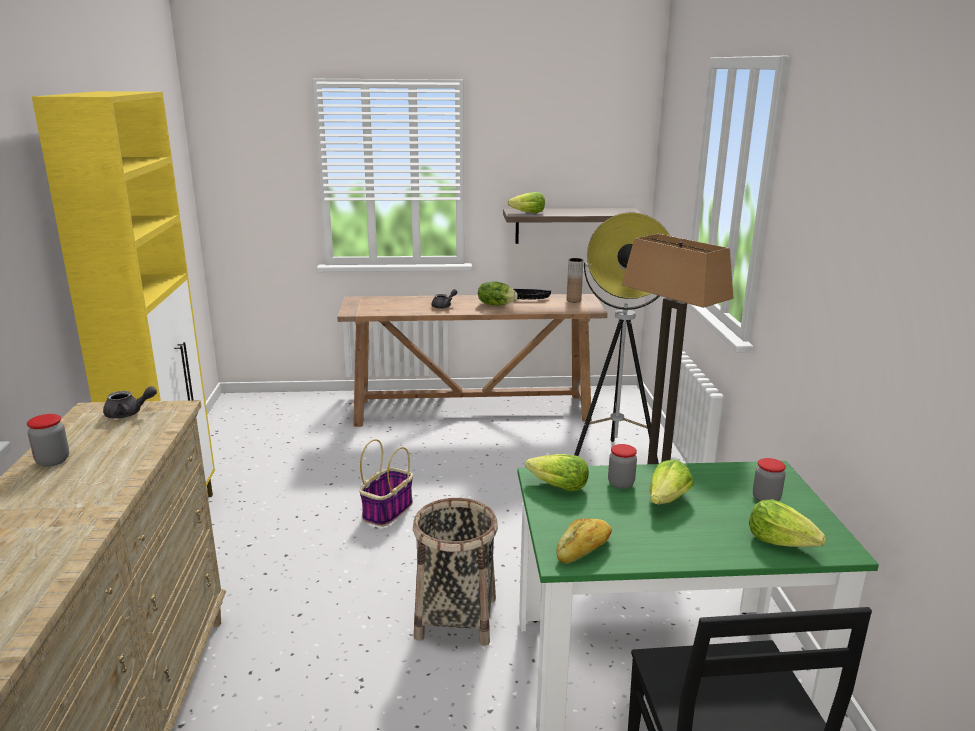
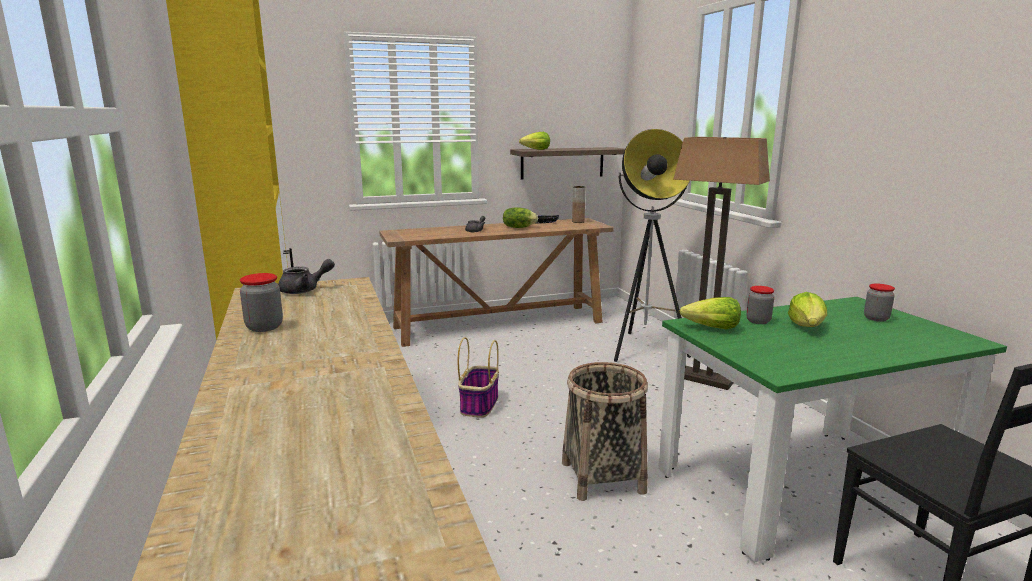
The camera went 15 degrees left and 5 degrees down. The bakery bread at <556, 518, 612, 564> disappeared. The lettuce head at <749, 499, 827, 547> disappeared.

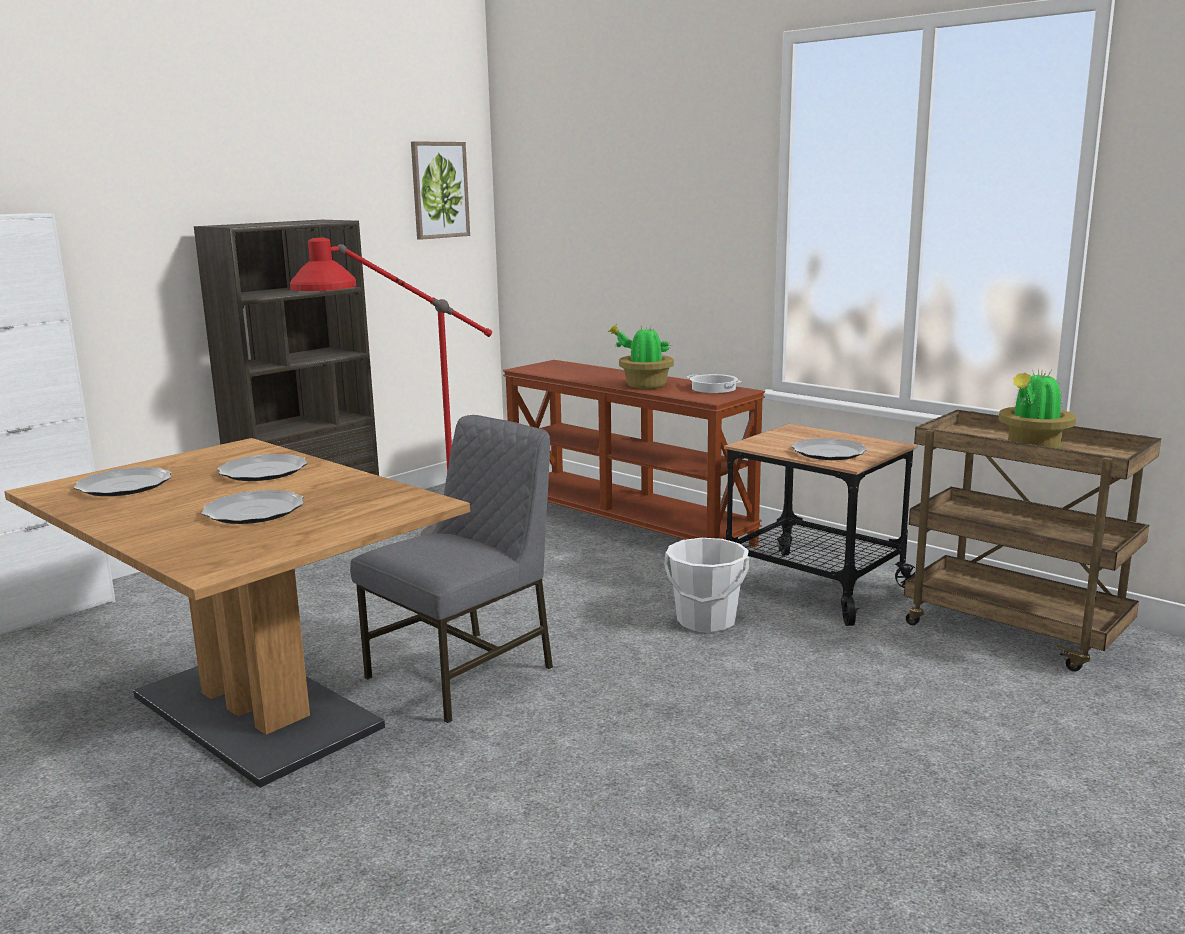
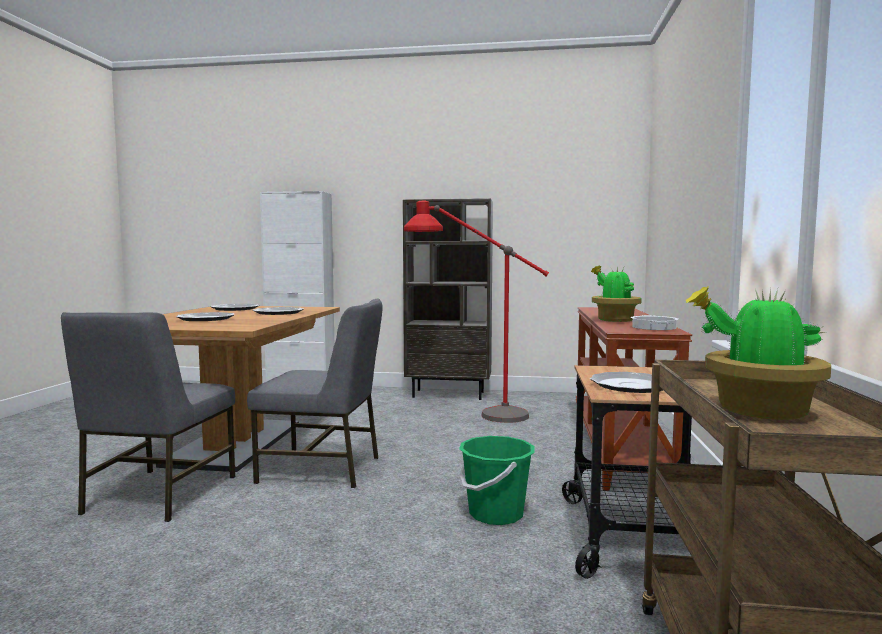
The camera went 55 degrees right and 10 degrees down. The wall art at <411, 141, 470, 240> disappeared. The grey chair at <61, 312, 235, 522> appeared. The white-coloured water bucket at <664, 538, 750, 632> became the green water bucket at <459, 436, 535, 525>.

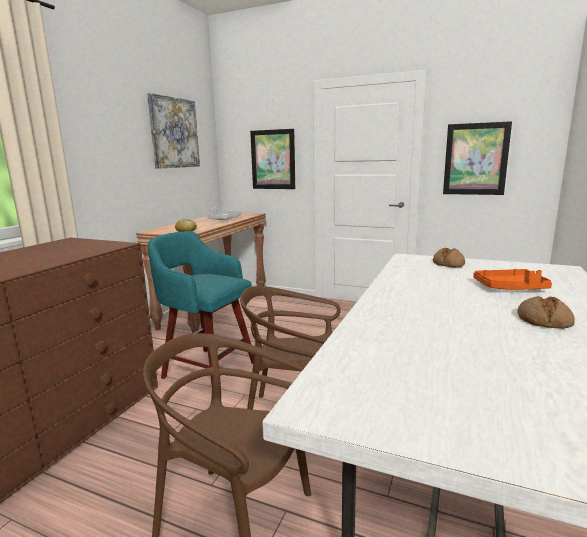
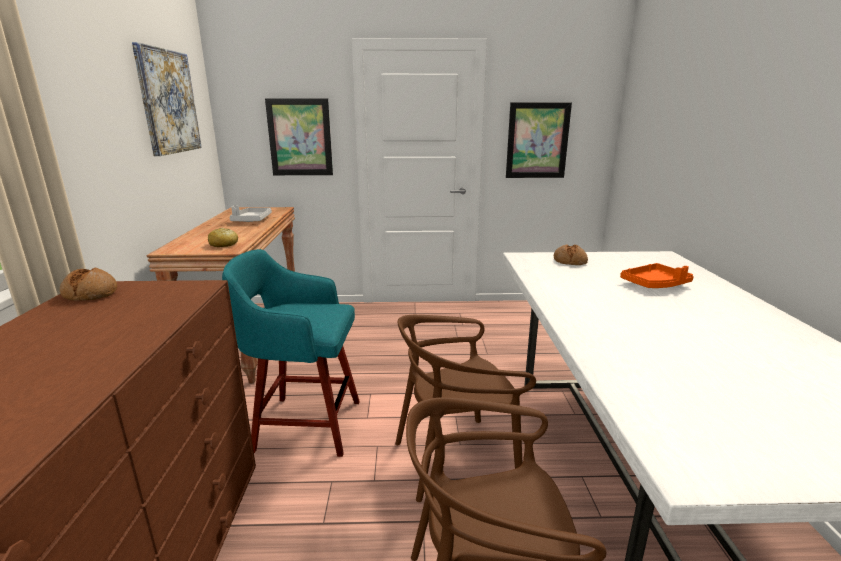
The camera went 25 degrees left and 5 degrees up. The bakery bread moved from <517, 296, 575, 329> to <60, 268, 117, 301>.

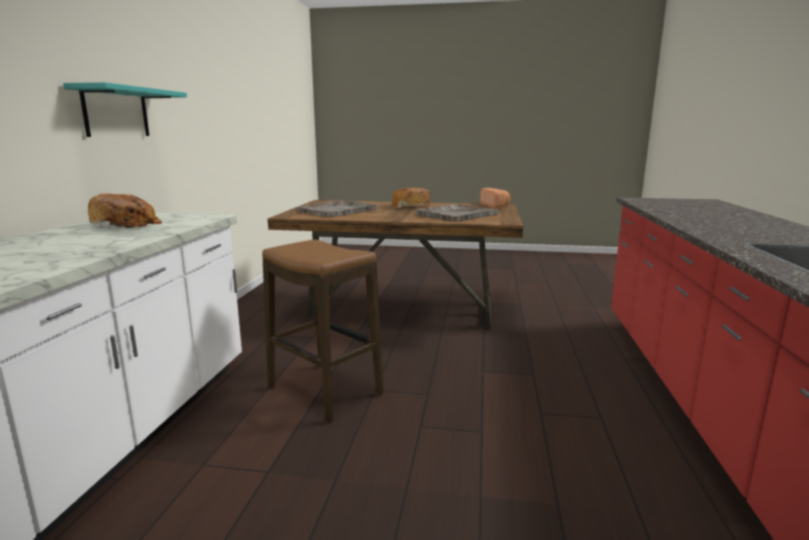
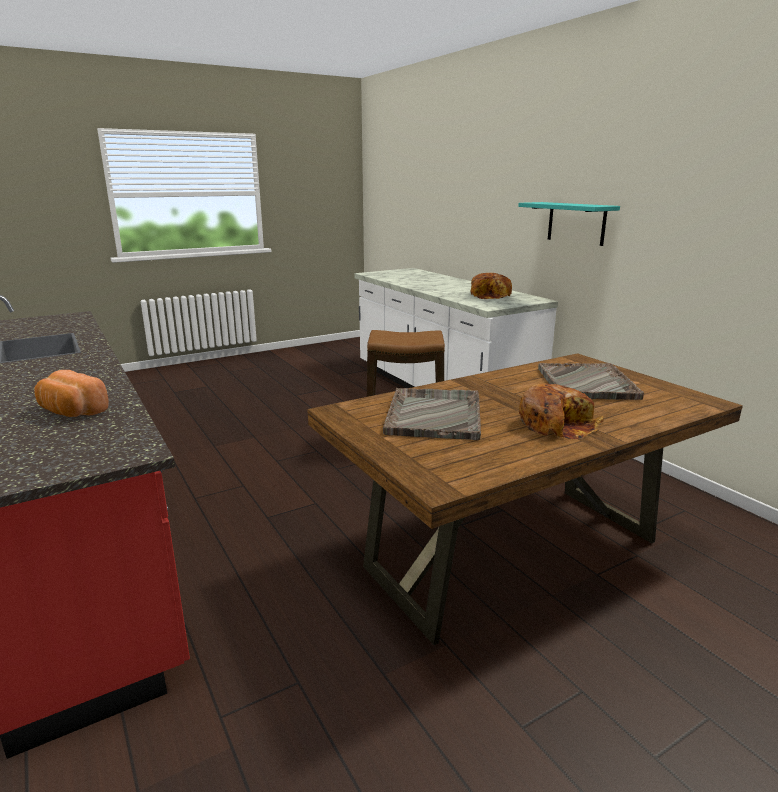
The camera went 140 degrees right and 5 degrees up. The bakery bread moved from <480, 188, 510, 208> to <34, 370, 109, 417>.

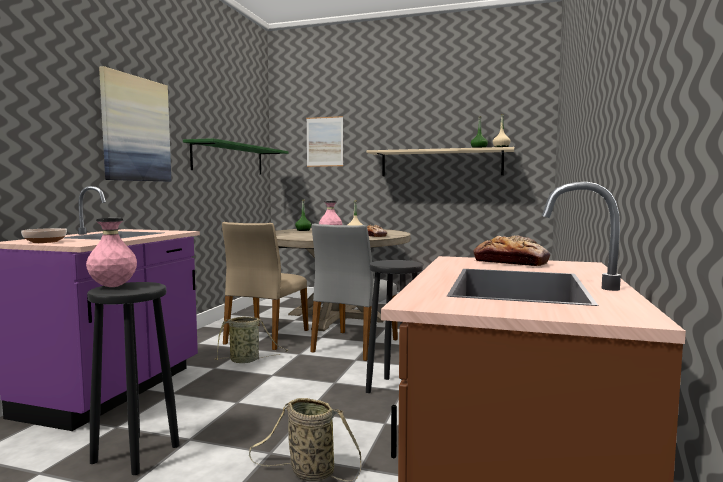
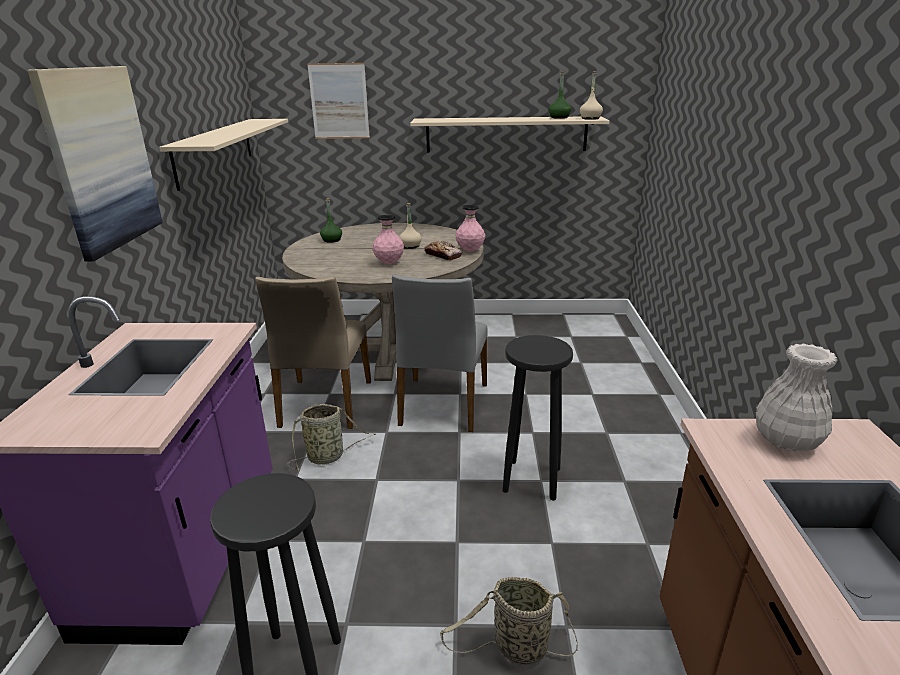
The camera went 15 degrees left and 20 degrees up. The deep dish at <21, 228, 67, 243> disappeared. The pink decorative vase moved from <86, 218, 137, 287> to <456, 205, 485, 252>. The bakery bread at <473, 235, 550, 266> was replaced by the white-coloured decorative vase at <756, 343, 838, 451>. The green bracket shelf at <183, 138, 289, 174> became the beige-coloured bracket shelf at <159, 119, 288, 191>.

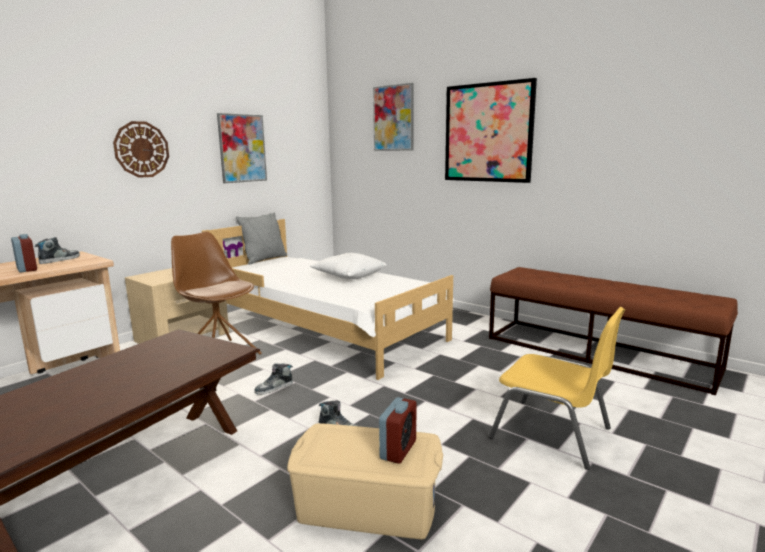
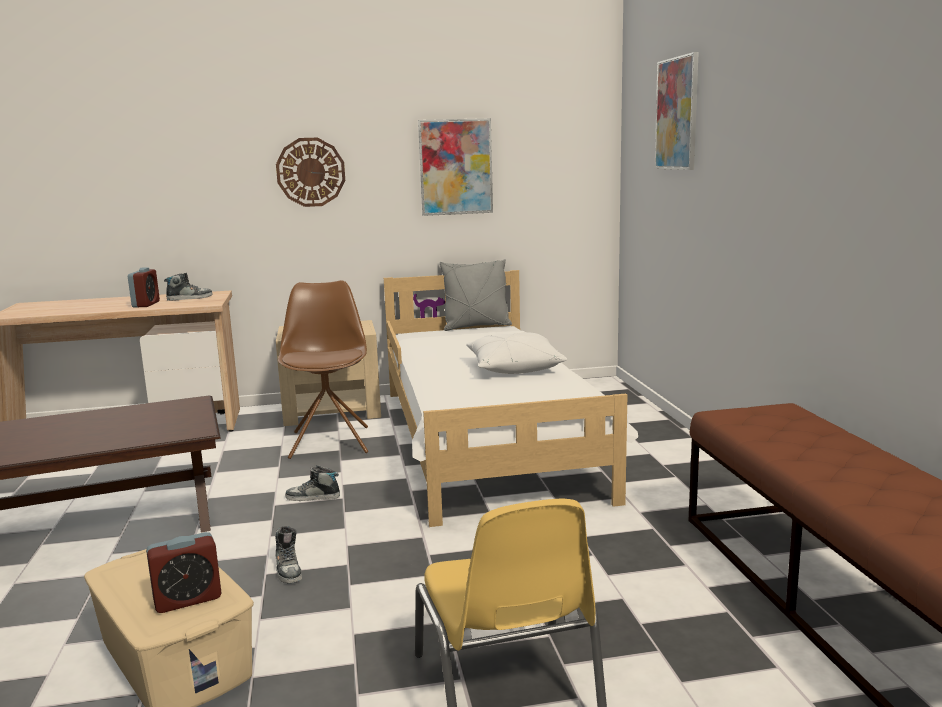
The camera went 40 degrees right and 0 degrees up. The wall art at <445, 78, 537, 183> disappeared.

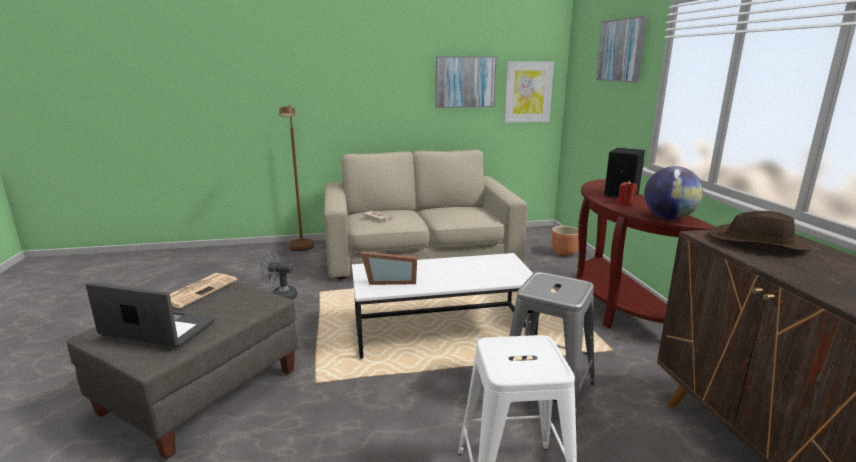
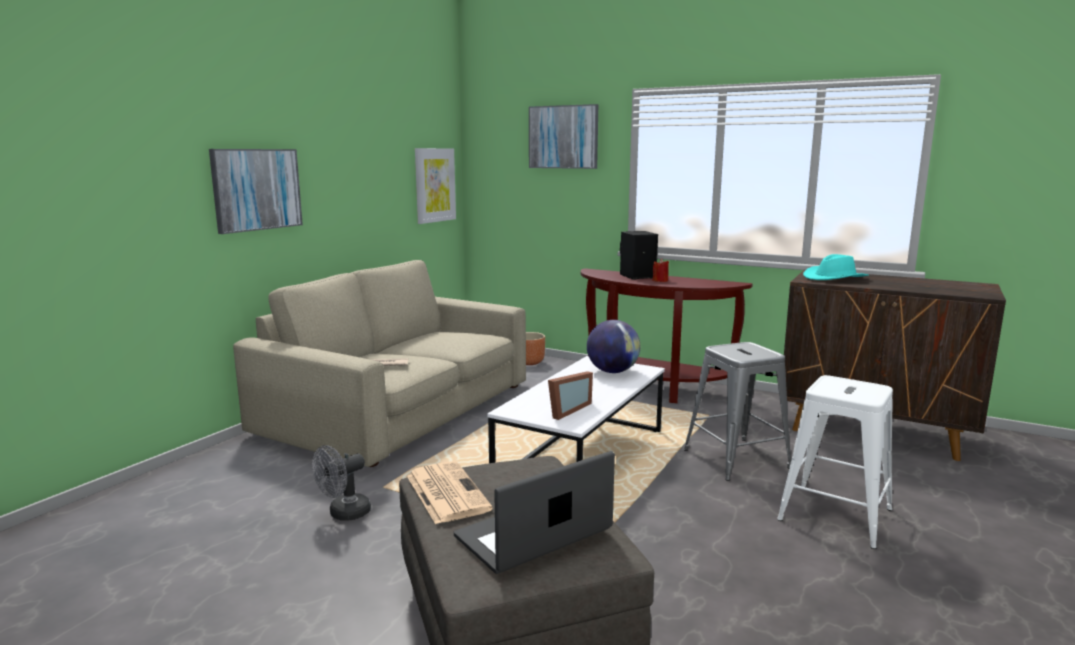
The camera went 50 degrees left and 5 degrees down. The brownish standard lamp at <279, 104, 314, 251> disappeared. The wall art moved from <436, 56, 497, 108> to <209, 149, 303, 234>. The world globe moved from <644, 166, 703, 219> to <587, 320, 640, 373>. The brownish clothing hat at <707, 211, 811, 251> became the turquoise-coloured clothing hat at <803, 254, 869, 280>.

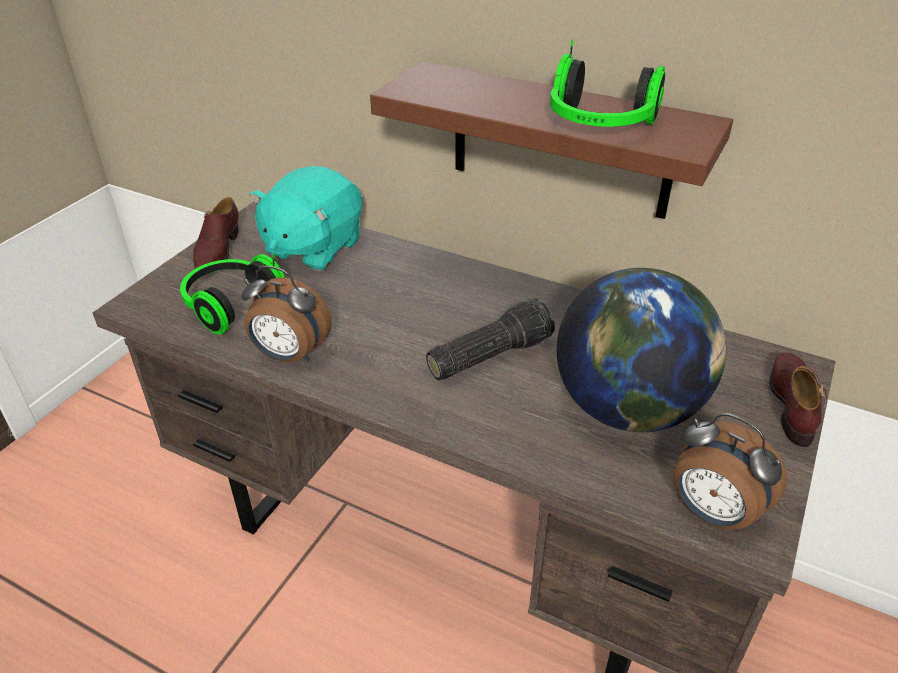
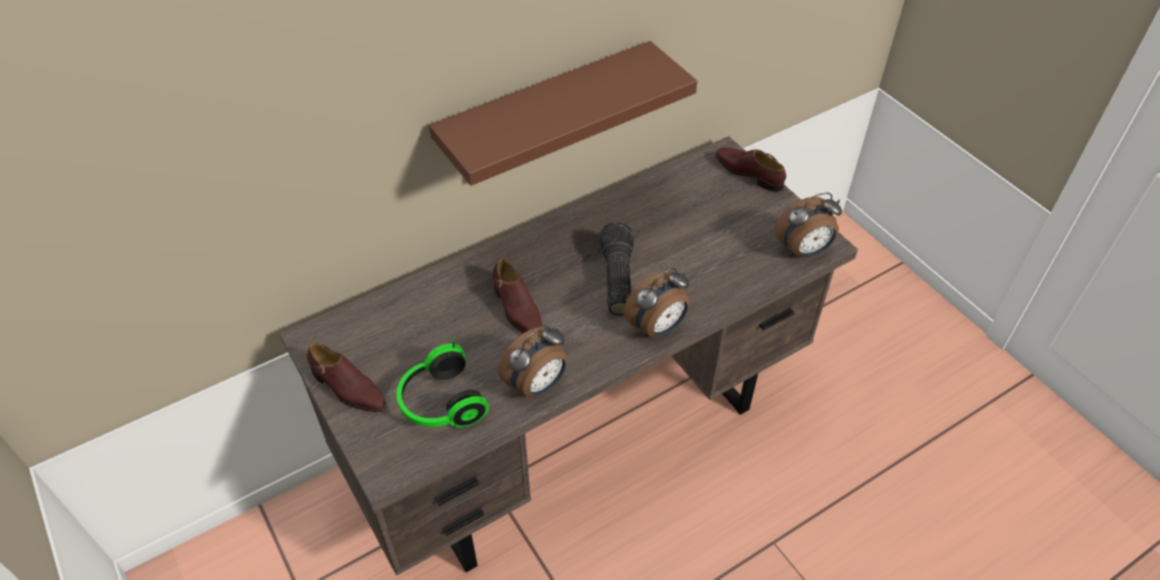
The camera went 60 degrees left and 10 degrees up. The turquoise-coloured plush toy at <249, 166, 362, 271> disappeared. The headset at <550, 40, 665, 127> disappeared. The world globe at <557, 268, 726, 432> disappeared. The brownish shoe at <493, 258, 542, 333> appeared. The bedside clock at <623, 268, 690, 338> appeared.

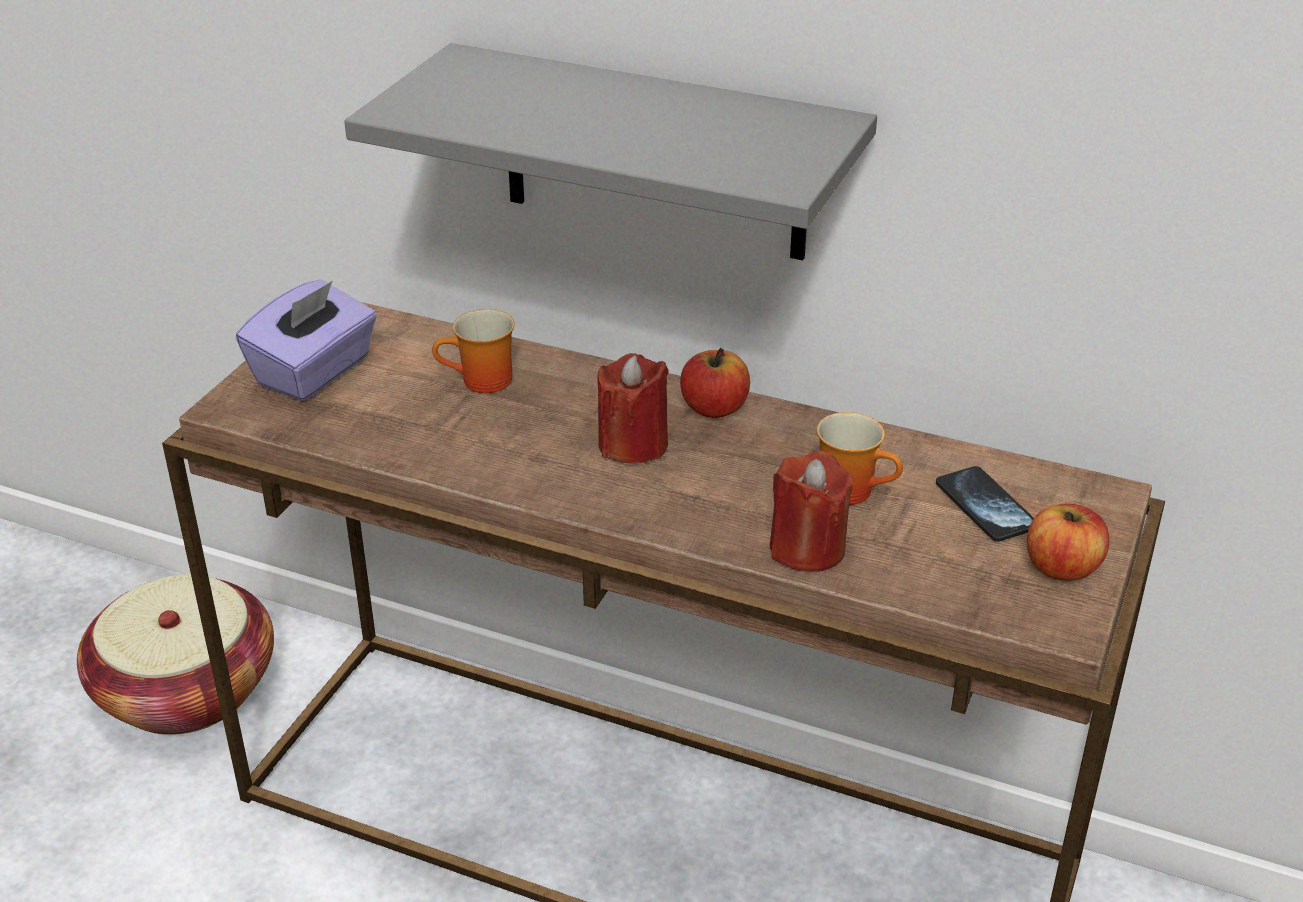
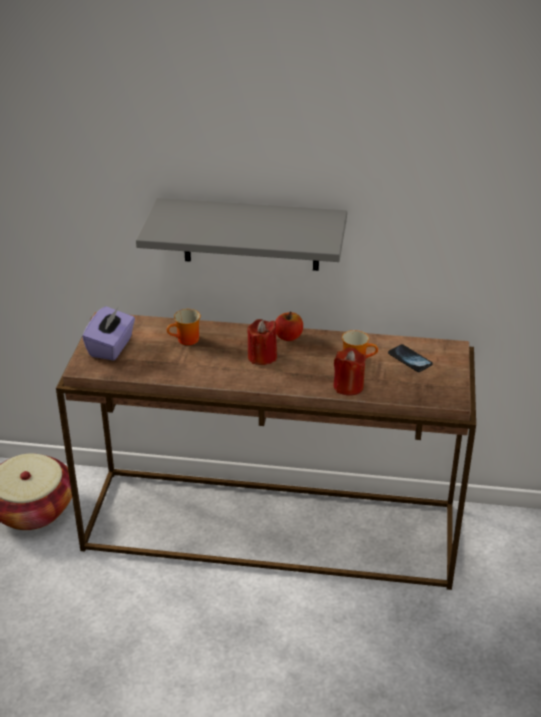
The camera went 15 degrees left and 0 degrees up. The apple fruit at <1027, 504, 1109, 581> disappeared.

